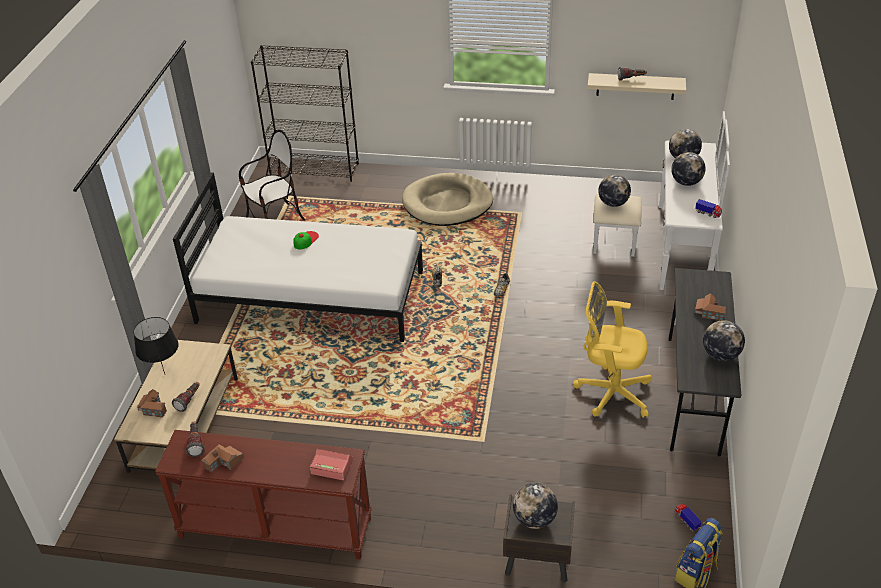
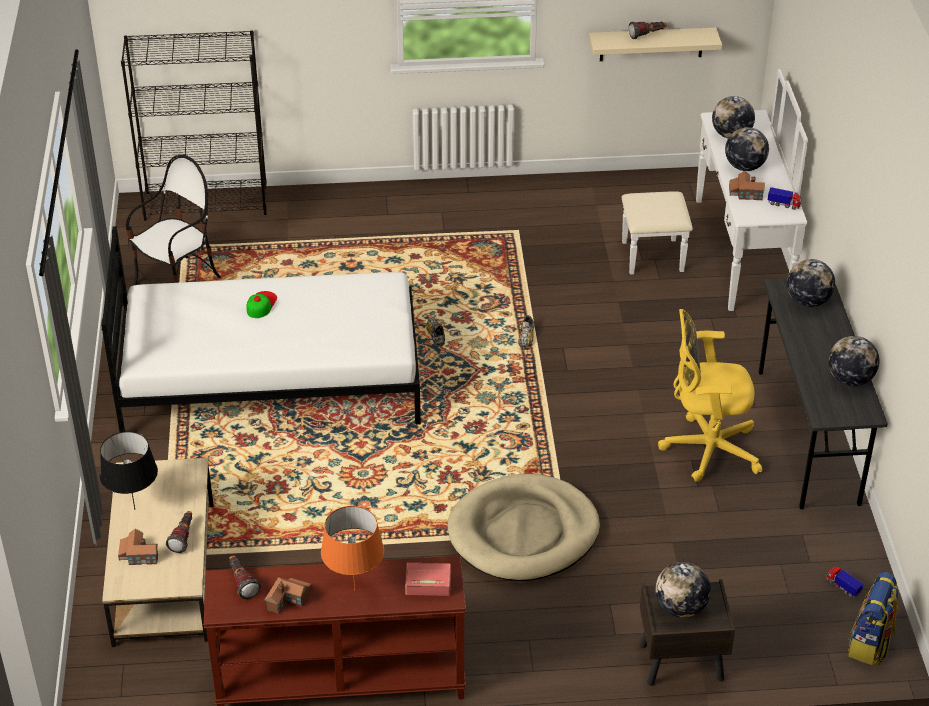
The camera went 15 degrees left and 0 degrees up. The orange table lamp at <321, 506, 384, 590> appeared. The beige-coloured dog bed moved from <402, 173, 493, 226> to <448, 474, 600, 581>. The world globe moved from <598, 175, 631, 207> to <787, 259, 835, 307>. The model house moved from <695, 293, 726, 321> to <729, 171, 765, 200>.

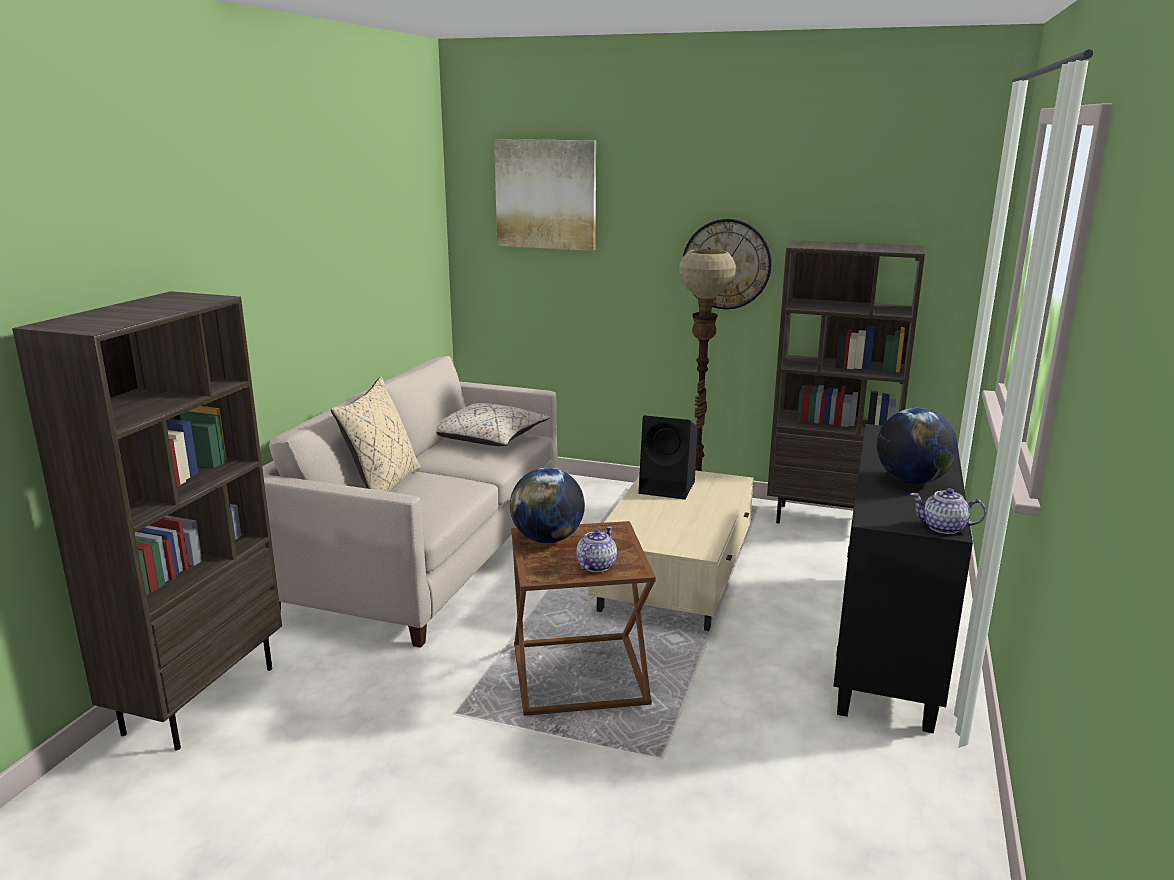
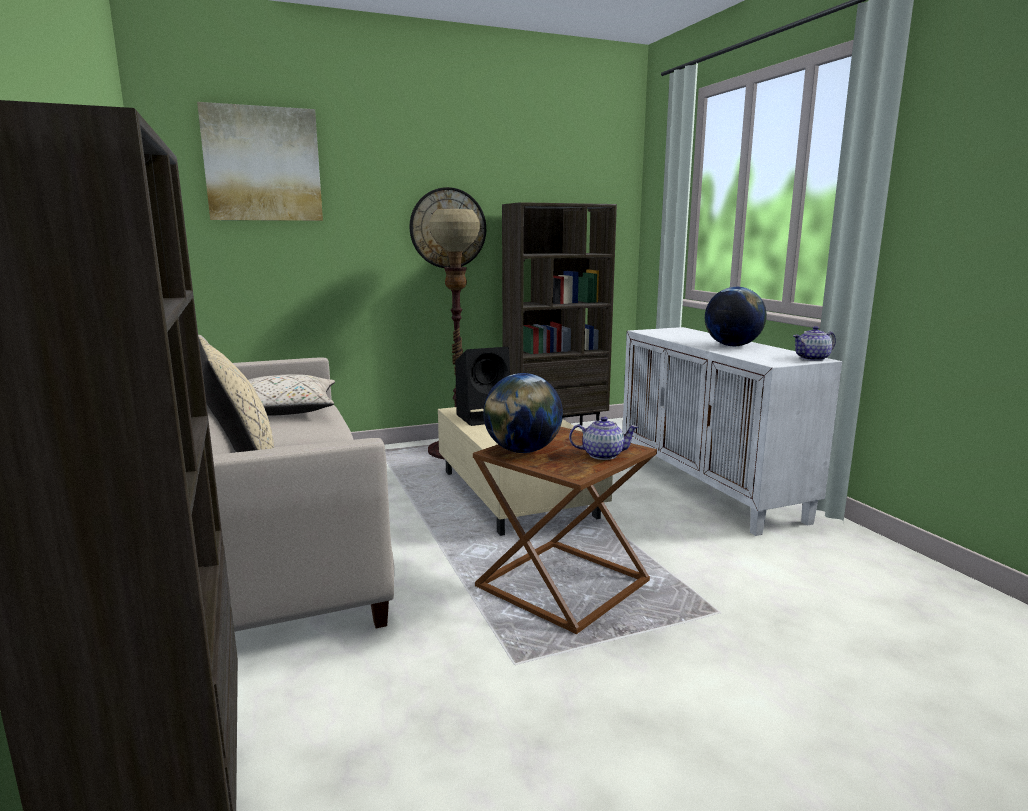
The camera went 40 degrees left and 5 degrees down. The blackish cupboard at <833, 424, 973, 733> became the white-coloured cupboard at <622, 327, 842, 536>. The tea pot at <576, 526, 617, 572> turned 105 degrees clockwise.

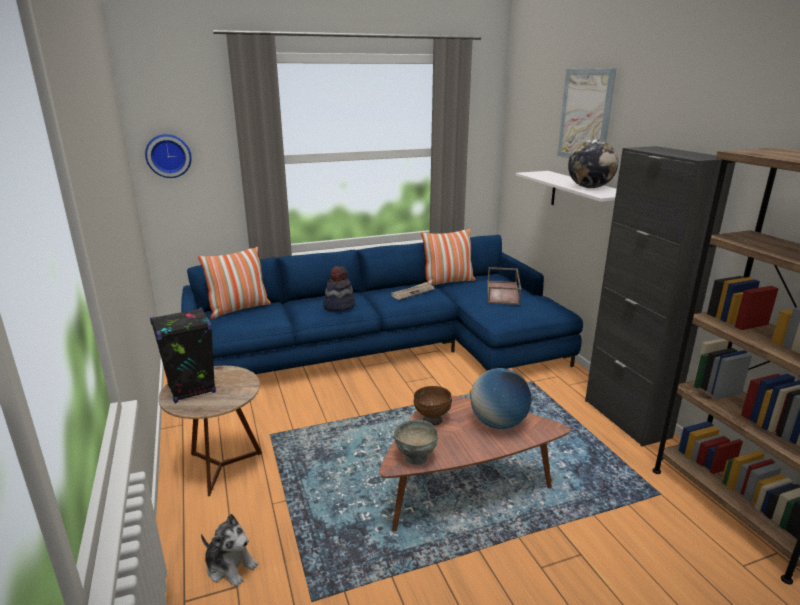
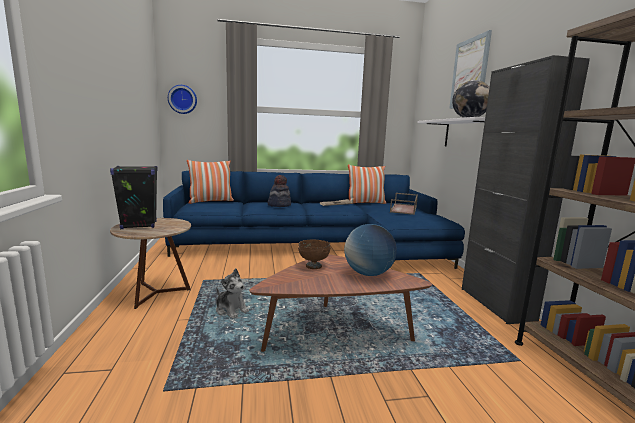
The camera went 10 degrees right and 10 degrees down. The grey deep dish at <394, 420, 438, 465> disappeared. The plush toy moved from <201, 514, 258, 587> to <216, 268, 249, 319>.

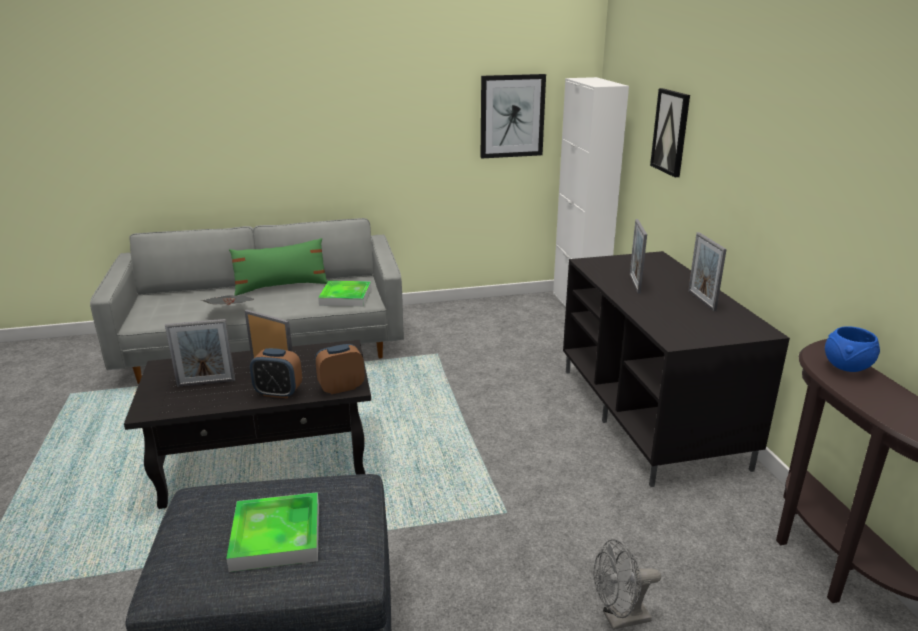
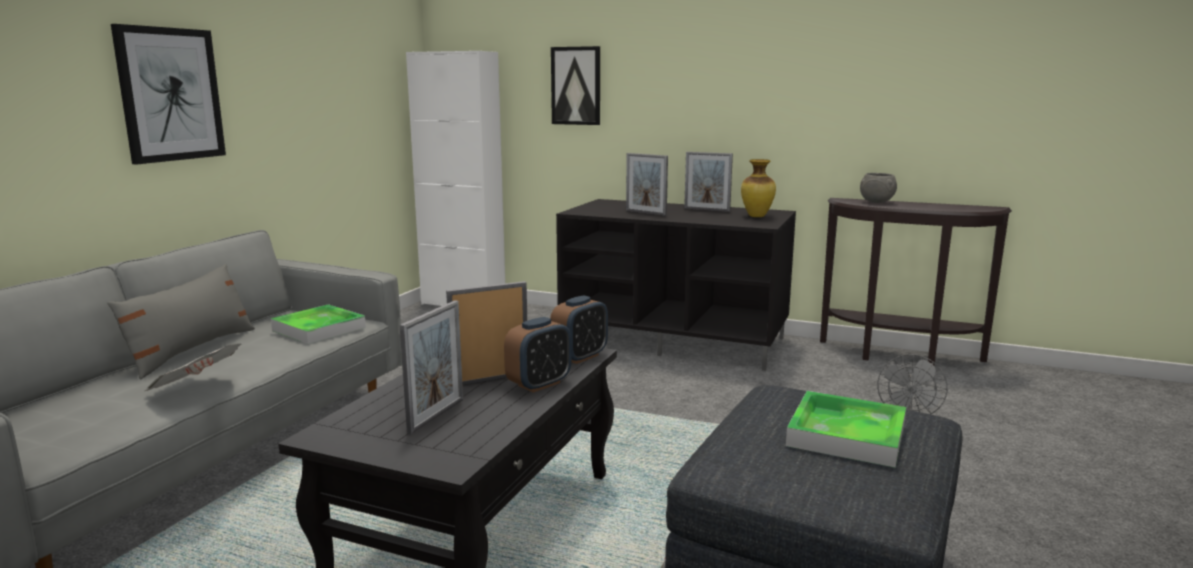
The camera went 55 degrees left and 10 degrees down. The decorative vase at <741, 159, 776, 217> appeared. The wall art moved from <481, 74, 546, 158> to <111, 24, 226, 164>. The green throw pillow at <229, 238, 328, 295> became the grey throw pillow at <107, 264, 255, 379>. The bluish deep dish at <825, 326, 880, 372> became the grey deep dish at <860, 173, 897, 203>. The bedside clock at <315, 344, 365, 395> turned 150 degrees counterclockwise.

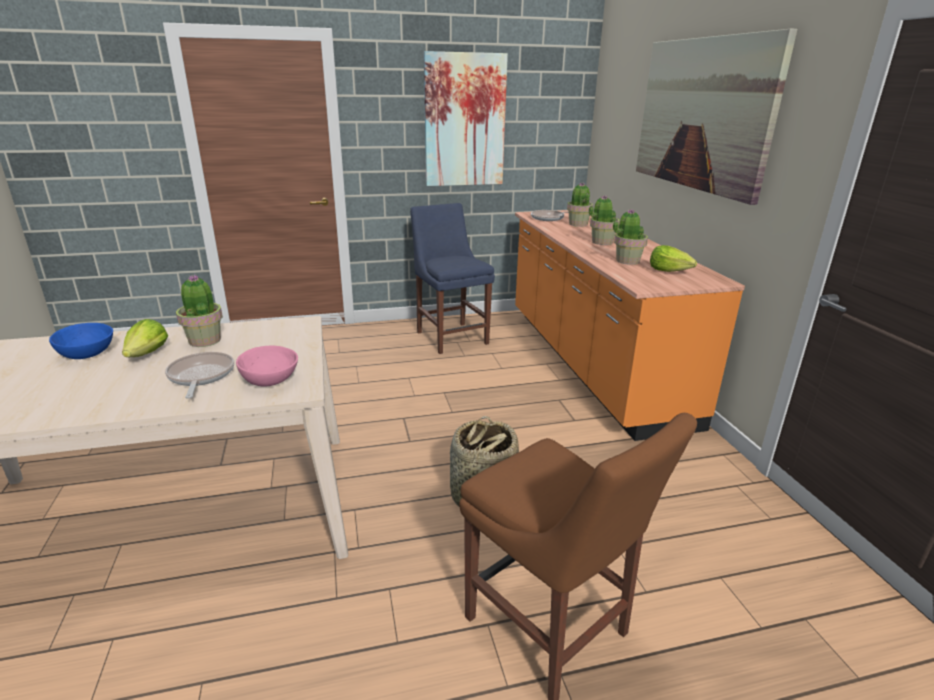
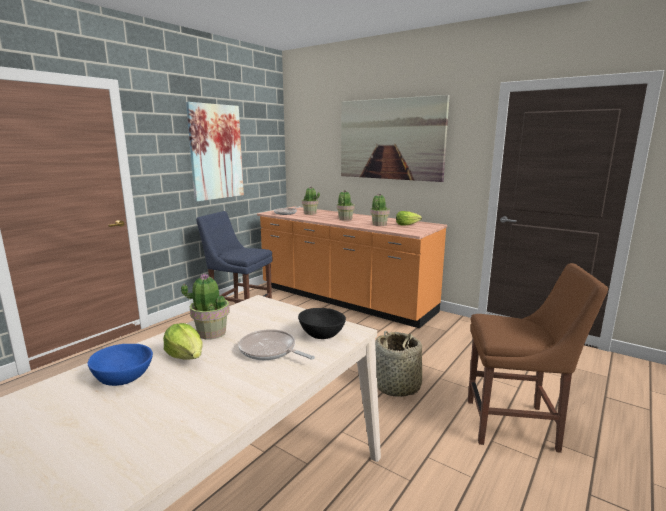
The camera went 40 degrees left and 10 degrees down. The pink deep dish at <236, 346, 298, 387> became the blackish deep dish at <298, 308, 346, 339>.

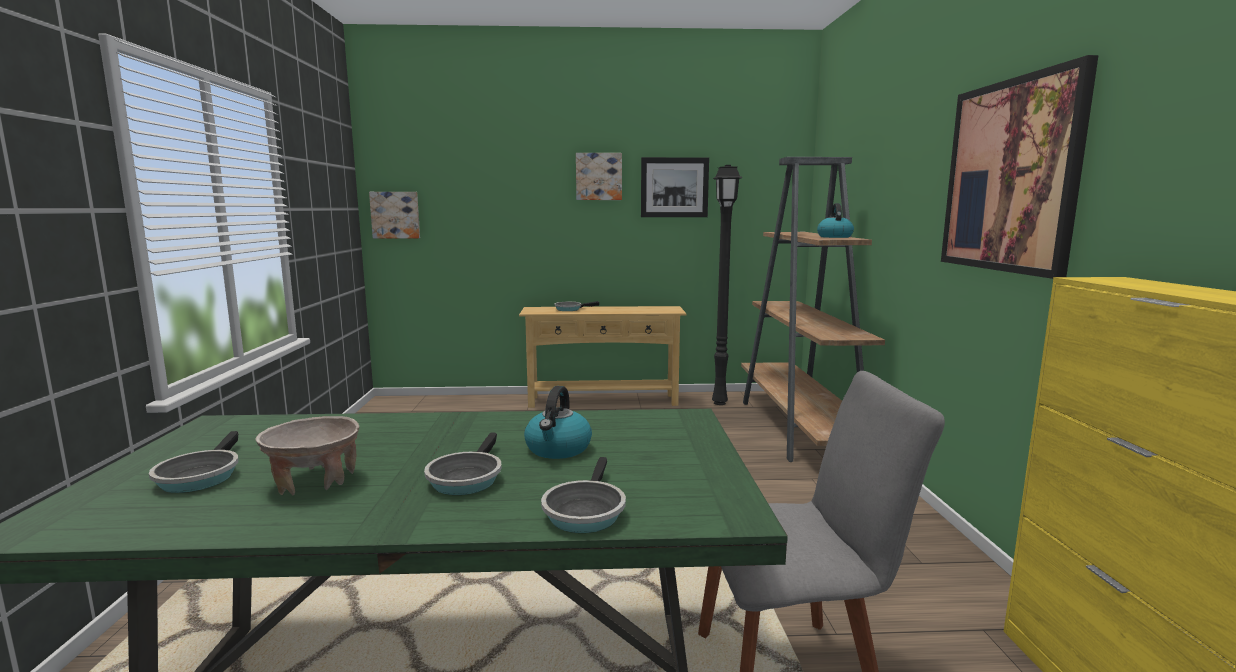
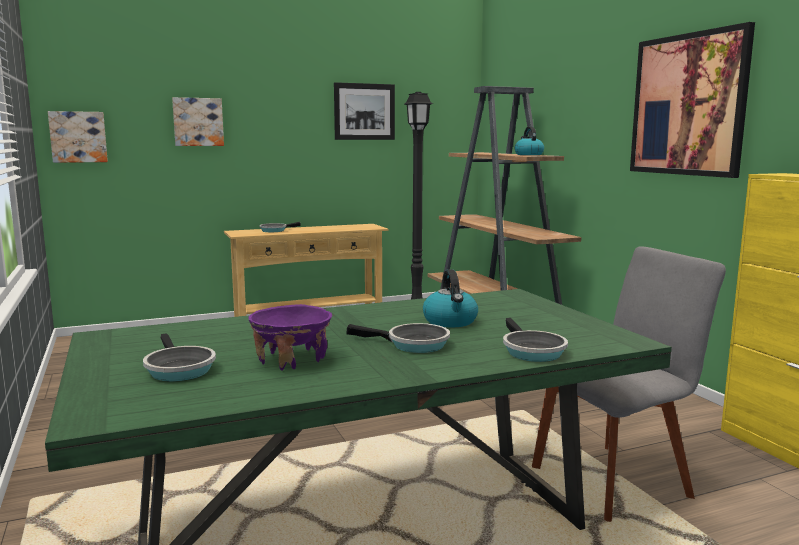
The camera went 20 degrees left and 0 degrees up. The wall art moved from <576, 153, 622, 200> to <172, 97, 224, 146>. The beige-coloured deep dish at <255, 416, 359, 496> became the purple deep dish at <248, 304, 332, 371>. The skillet at <424, 432, 502, 495> turned 60 degrees counterclockwise.

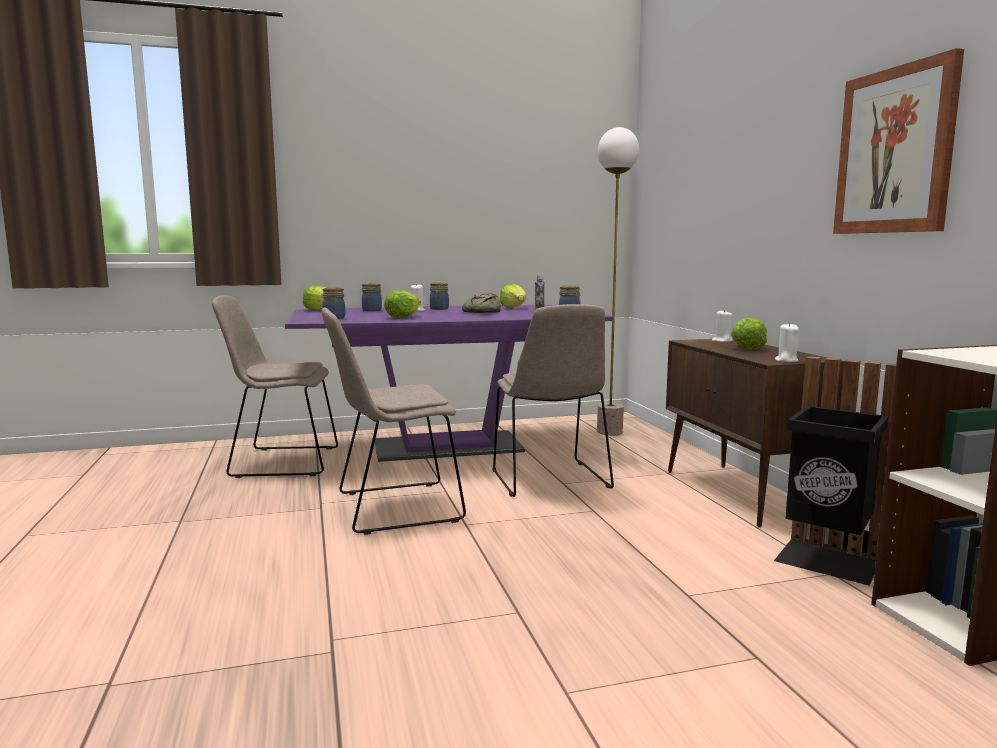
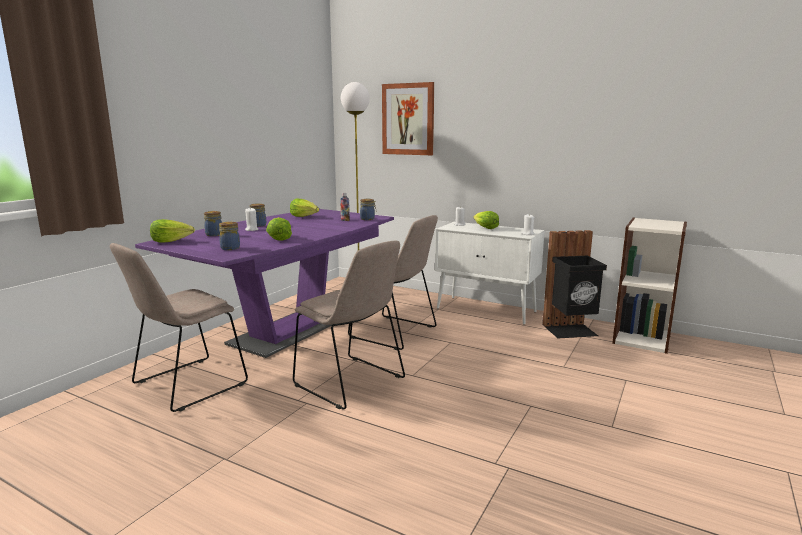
The camera went 45 degrees left and 5 degrees up. The bakery bread at <462, 294, 501, 313> disappeared. The wall art moved from <833, 48, 964, 234> to <382, 82, 434, 155>. The brownish cupboard at <666, 338, 844, 527> became the white-coloured cupboard at <435, 222, 545, 325>. The beige-coloured chair at <321, 307, 466, 535> turned 75 degrees counterclockwise.

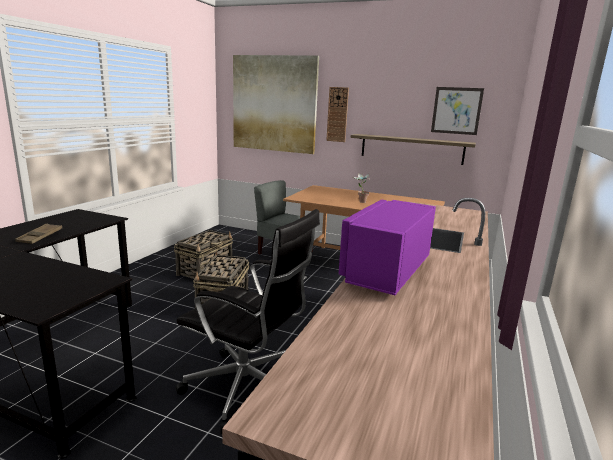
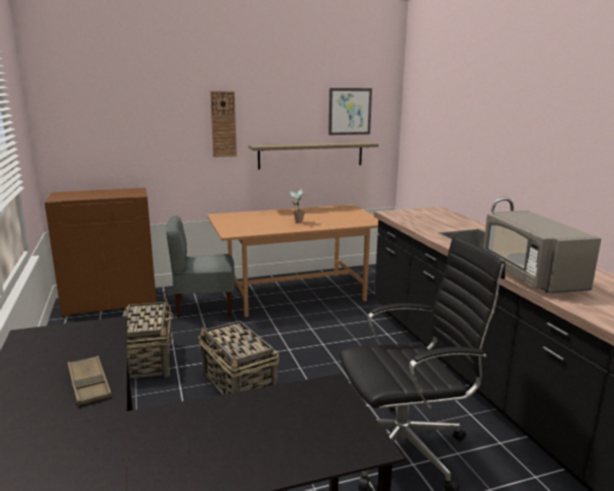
The camera went 40 degrees left and 0 degrees up. The wall art at <233, 55, 319, 154> disappeared. The brownish cupboard at <45, 188, 157, 317> appeared. The purple kitchen microwave at <339, 200, 436, 295> became the grey kitchen microwave at <483, 210, 601, 293>.

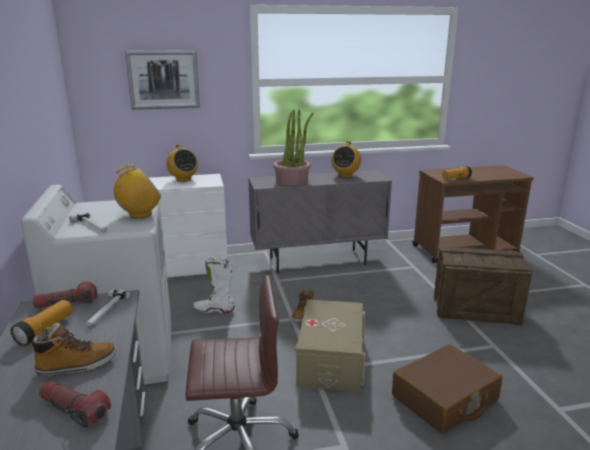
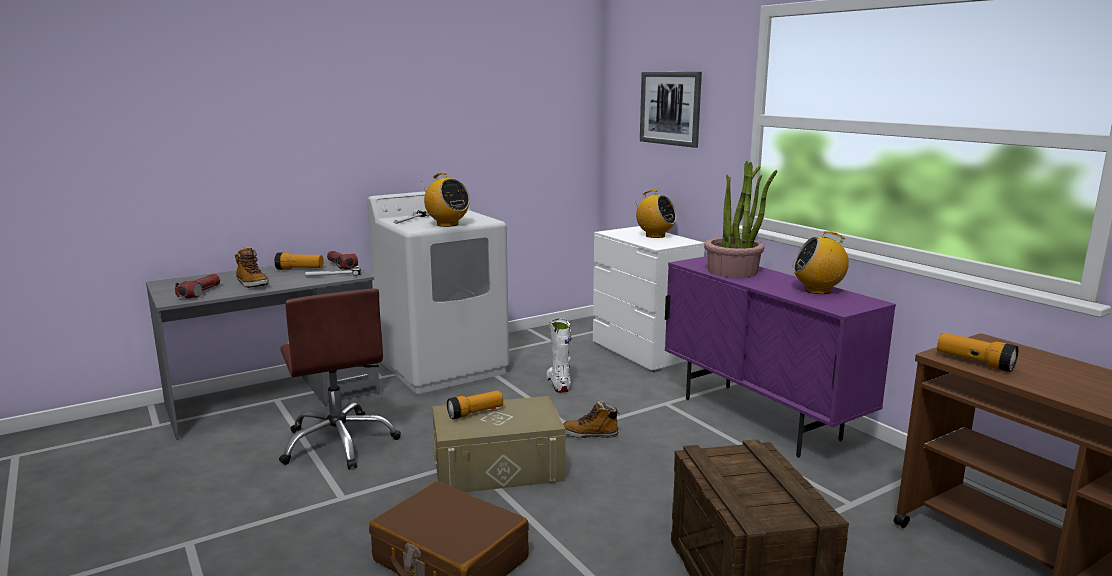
The camera went 70 degrees right and 5 degrees down. The torch at <447, 390, 503, 419> appeared. The grey cupboard at <248, 170, 392, 273> became the purple cupboard at <665, 256, 896, 458>. The radio set at <167, 144, 198, 182> turned 90 degrees counterclockwise.

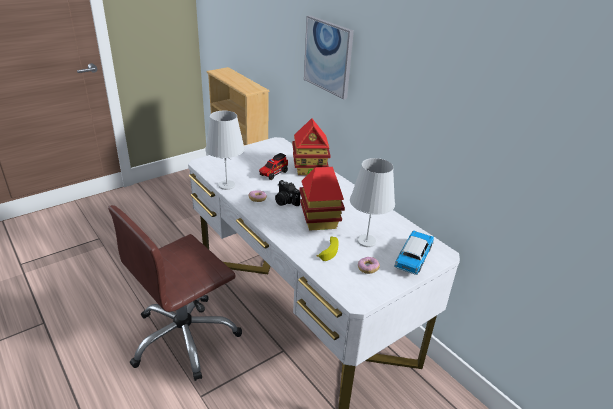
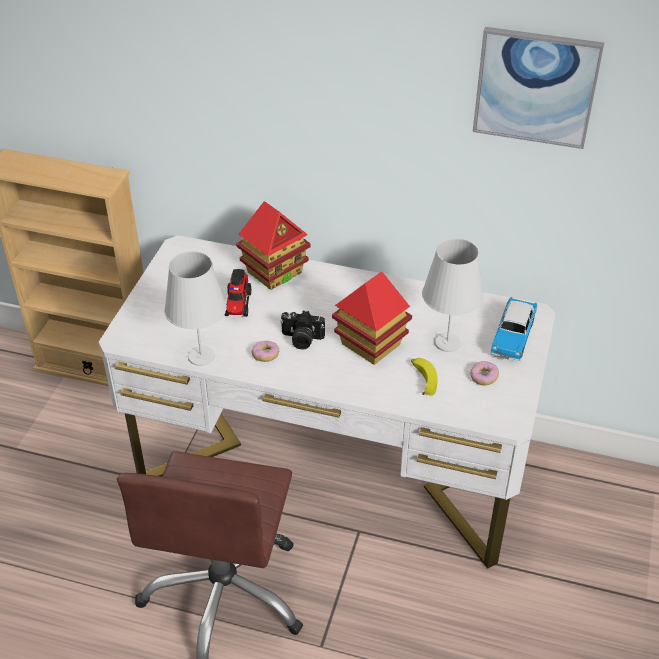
The camera went 35 degrees left and 10 degrees up. The wall art moved from <304, 15, 354, 100> to <473, 27, 604, 149>. The model car at <394, 230, 434, 275> turned 150 degrees counterclockwise.

